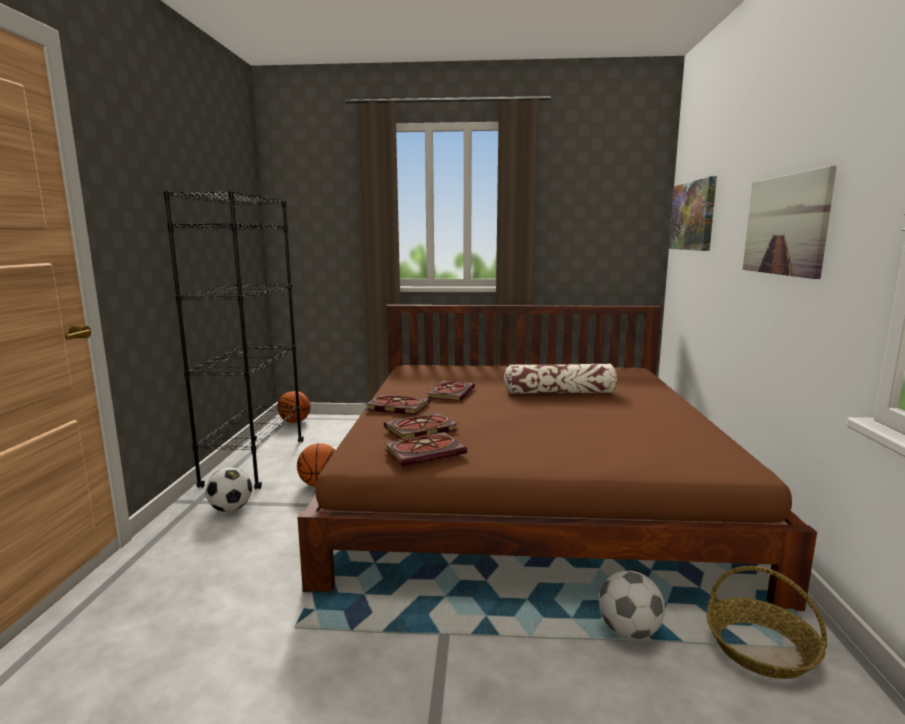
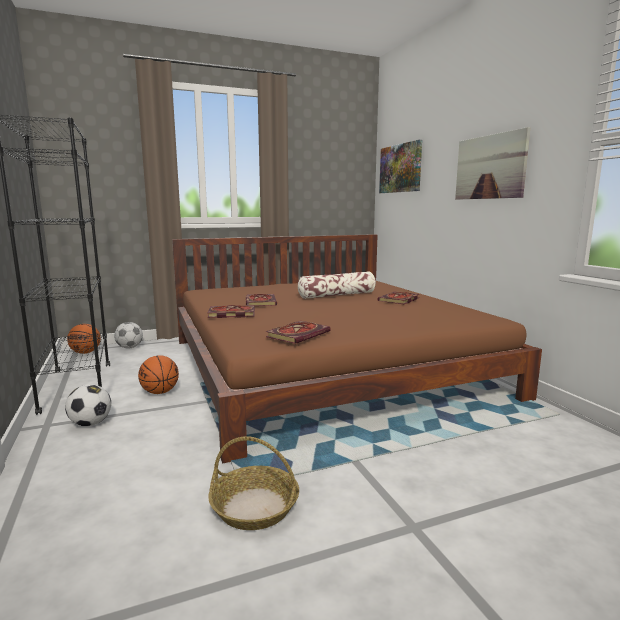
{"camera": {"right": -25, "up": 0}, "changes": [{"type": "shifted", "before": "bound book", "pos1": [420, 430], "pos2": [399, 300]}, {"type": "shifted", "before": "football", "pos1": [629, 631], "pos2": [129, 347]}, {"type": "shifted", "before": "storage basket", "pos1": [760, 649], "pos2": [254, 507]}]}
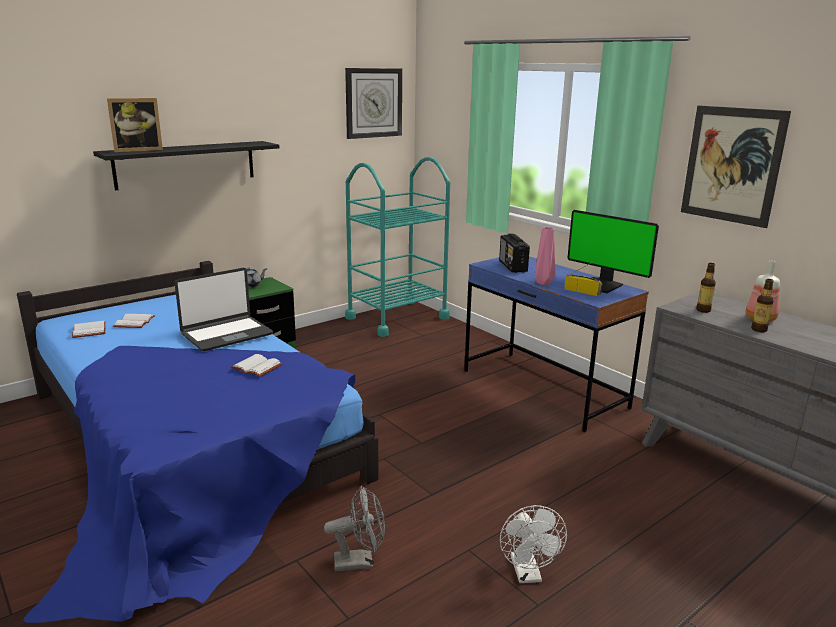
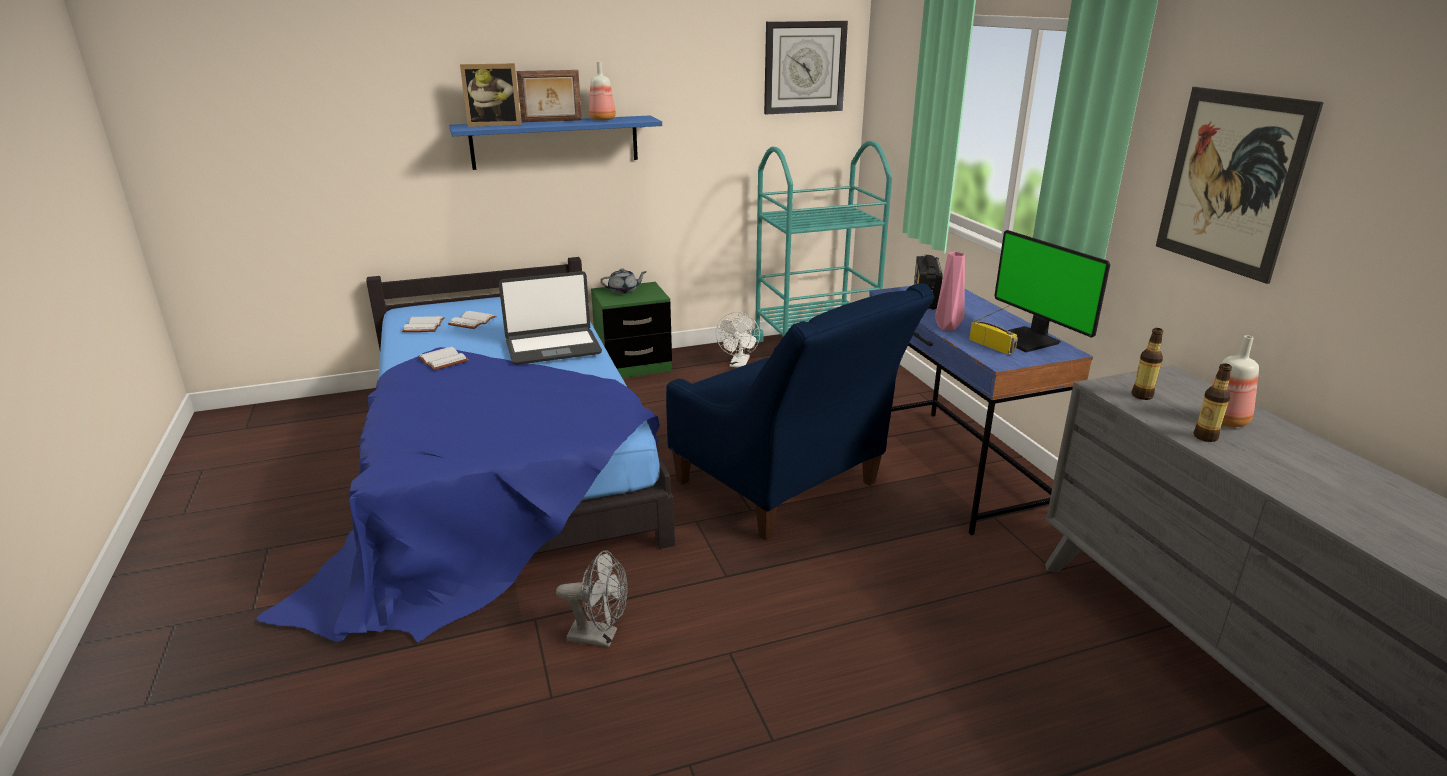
{"camera": {"right": 20, "up": 5}, "changes": [{"type": "repainted", "before": "black-coloured shelf", "after": "blue-coloured shelf", "pos1": [186, 164], "pos2": [555, 142]}, {"type": "shifted", "before": "white bound book", "pos1": [255, 367], "pos2": [441, 360]}, {"type": "shifted", "before": "white cooling fan", "pos1": [528, 574], "pos2": [739, 364]}, {"type": "new", "after": "standing frame", "pos2": [552, 121]}, {"type": "new", "after": "drink bottle", "pos2": [602, 119]}, {"type": "new", "after": "blue-coloured easy chair", "pos2": [786, 489]}]}
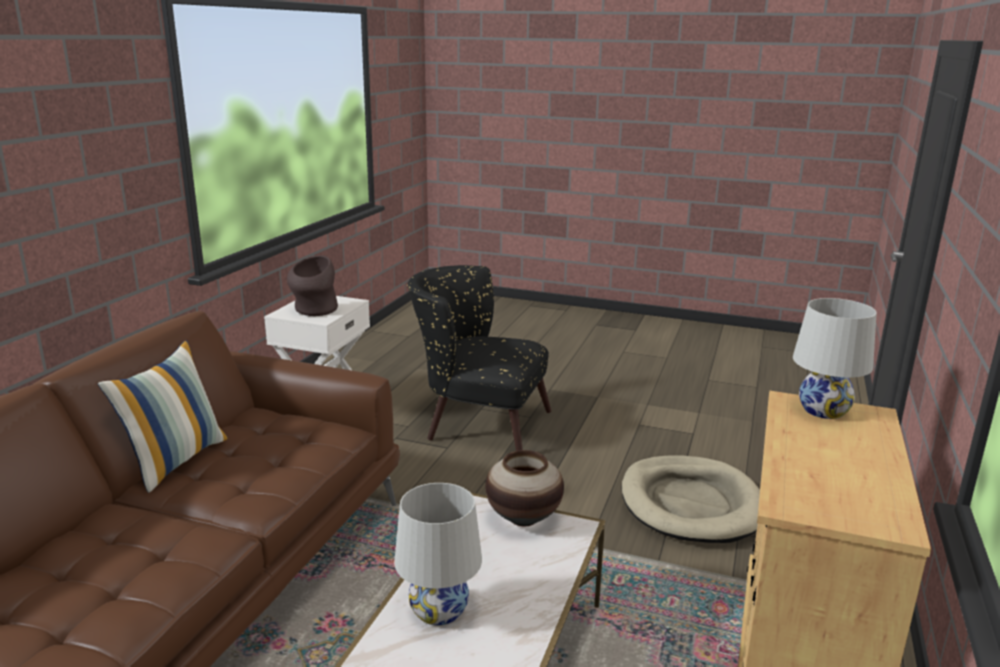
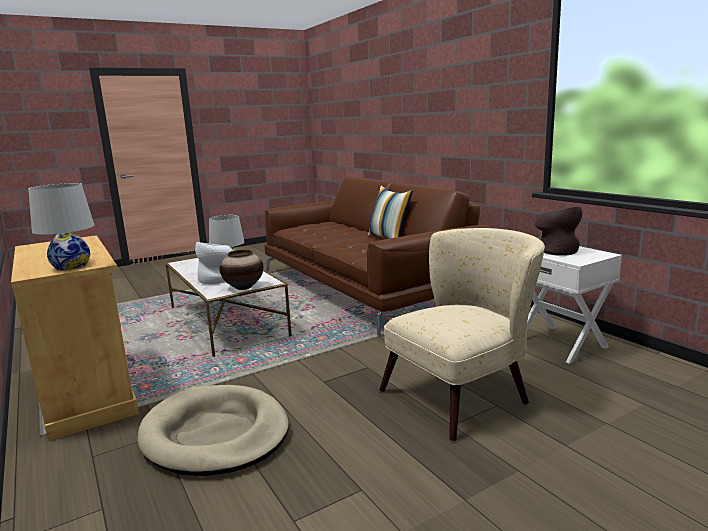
{"camera": {"right": 130, "up": -5}, "changes": [{"type": "repainted", "before": "black-coloured easy chair", "after": "sand-coloured easy chair", "pos1": [477, 423], "pos2": [465, 393]}, {"type": "new", "after": "white vase", "pos2": [217, 279]}]}
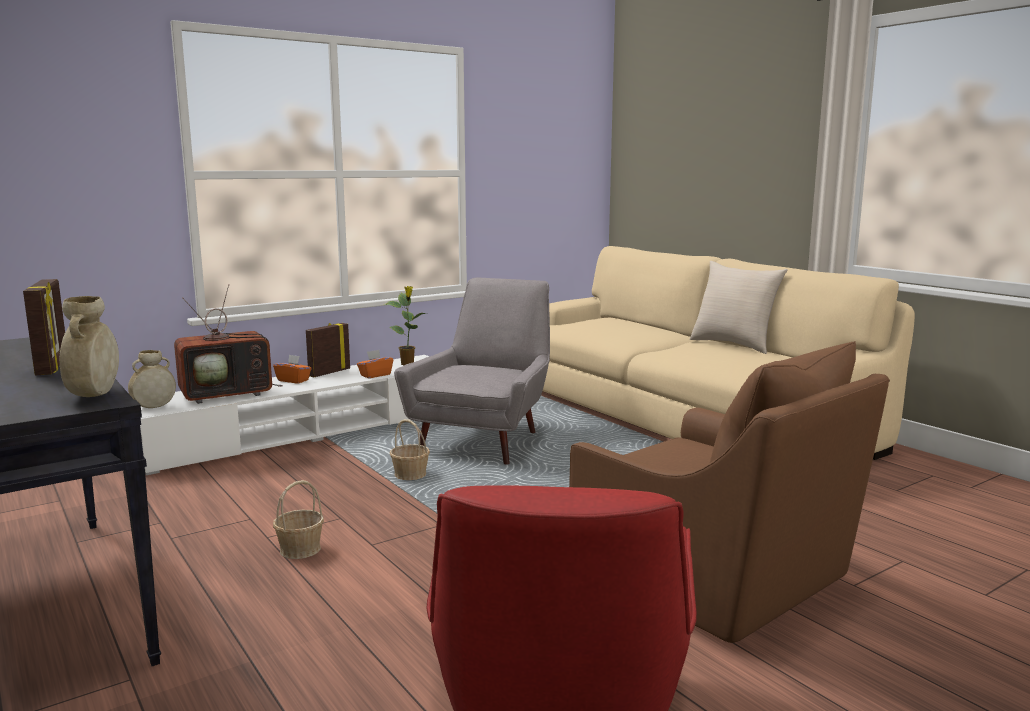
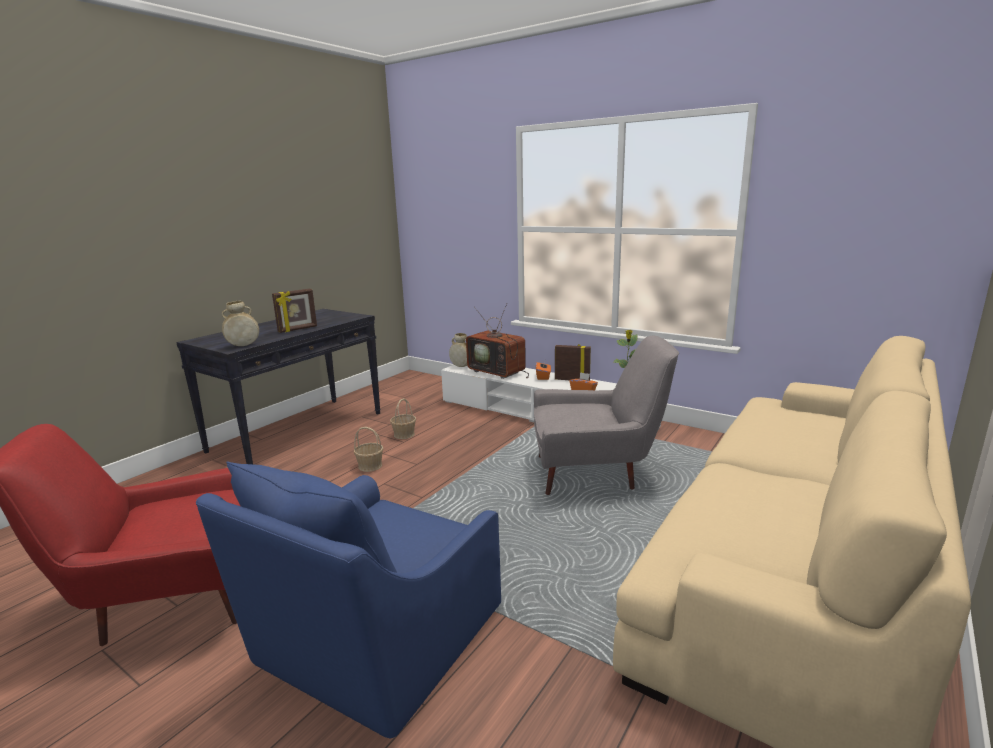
{"camera": {"right": 70, "up": 5}, "changes": [{"type": "shifted", "before": "storage basket", "pos1": [410, 475], "pos2": [404, 434]}, {"type": "repainted", "before": "brownish easy chair", "after": "blue-coloured easy chair", "pos1": [715, 577], "pos2": [374, 642]}, {"type": "gone", "before": "sand-coloured pillow", "pos1": [734, 344]}]}
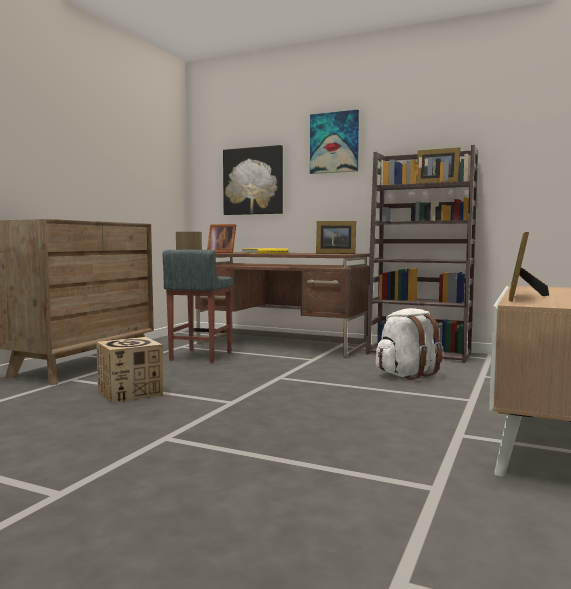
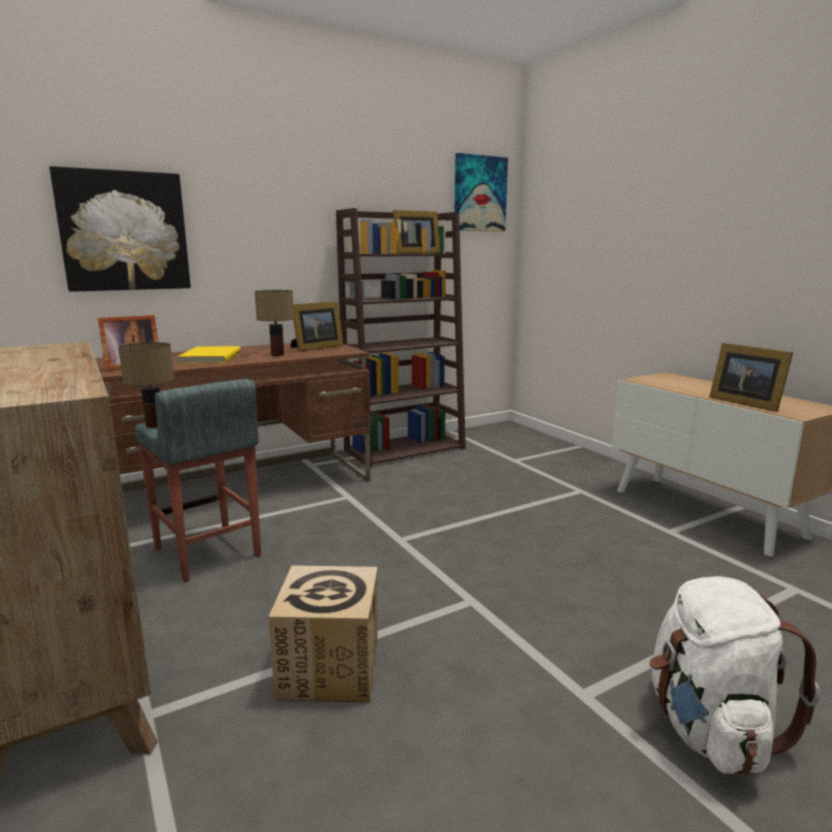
{"camera": {"right": -55, "up": 10}, "changes": [{"type": "shifted", "before": "picture", "pos1": [334, 143], "pos2": [479, 194]}, {"type": "shifted", "before": "white backpack", "pos1": [407, 374], "pos2": [709, 729]}, {"type": "new", "after": "table lamp", "pos2": [278, 354]}]}
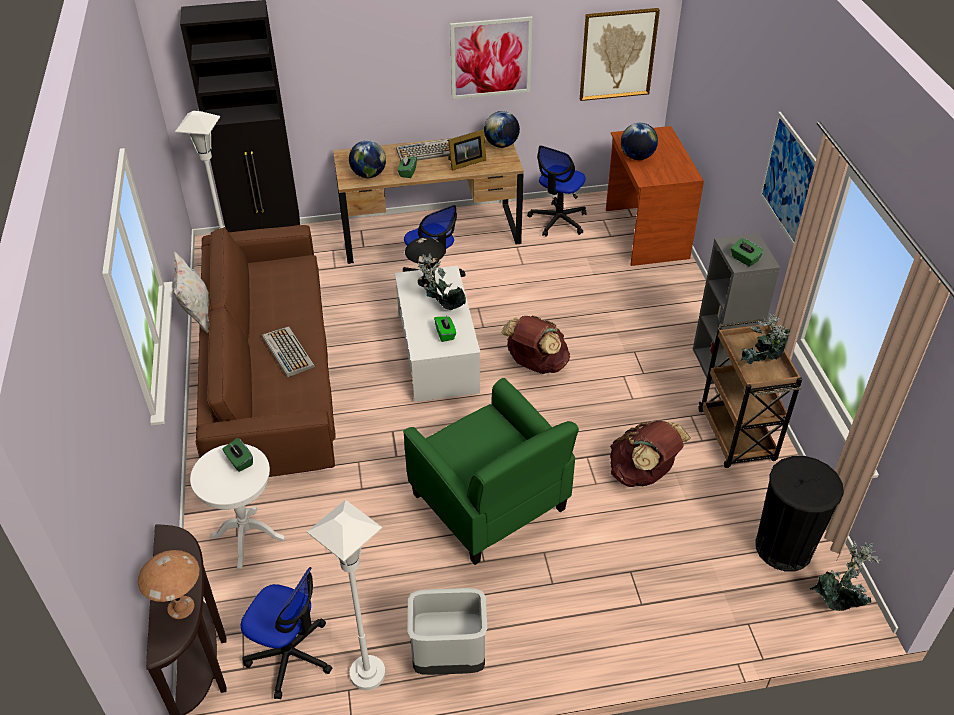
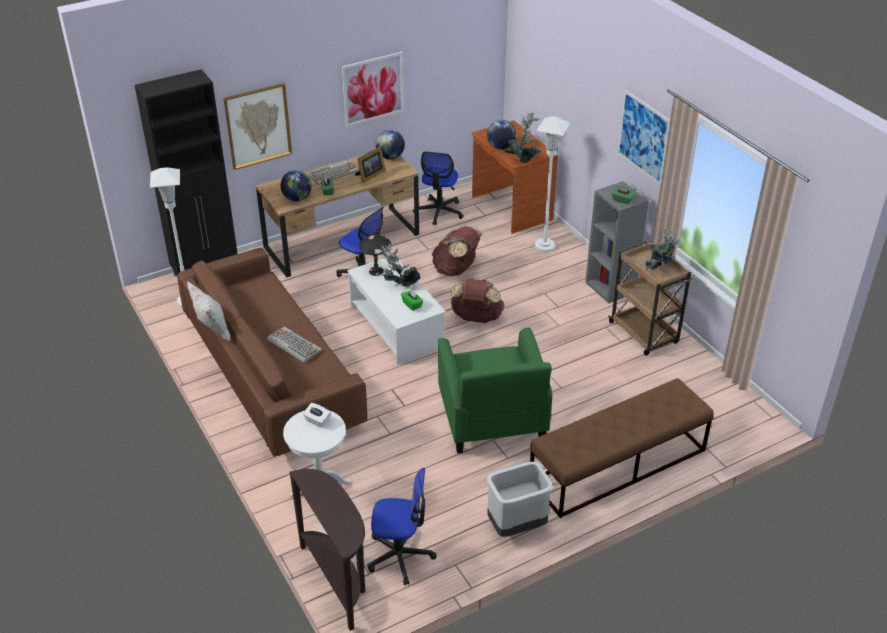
{"camera": {"right": -20, "up": -5}, "changes": [{"type": "gone", "before": "brownish table lamp", "pos1": [181, 607]}, {"type": "repainted", "before": "green-coloured tissue box", "after": "white tissue box", "pos1": [239, 461], "pos2": [317, 421]}, {"type": "shifted", "before": "white floor lamp", "pos1": [368, 674], "pos2": [544, 246]}, {"type": "rotated", "before": "green-coloured easy chair", "pos1": [490, 503], "pos2": [492, 419], "turn": 45}, {"type": "shifted", "before": "picture", "pos1": [617, 54], "pos2": [258, 125]}, {"type": "shifted", "before": "brownish backpack", "pos1": [642, 474], "pos2": [456, 270]}, {"type": "gone", "before": "black-coloured rubbish bin", "pos1": [783, 548]}, {"type": "shifted", "before": "potted plant", "pos1": [837, 602], "pos2": [523, 160]}, {"type": "new", "after": "brownish long seat", "pos2": [617, 466]}]}
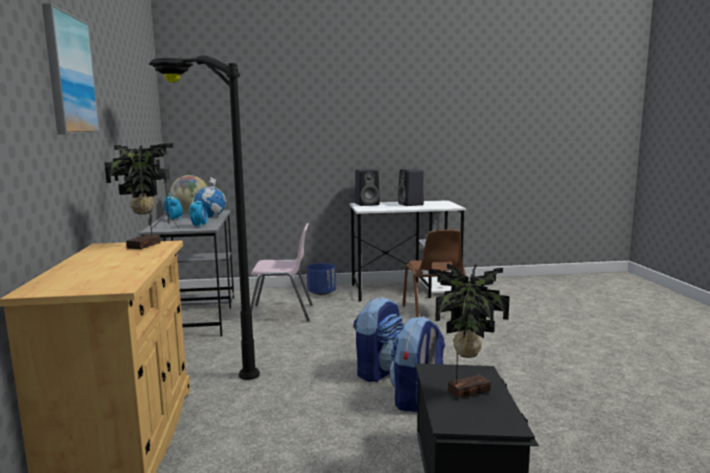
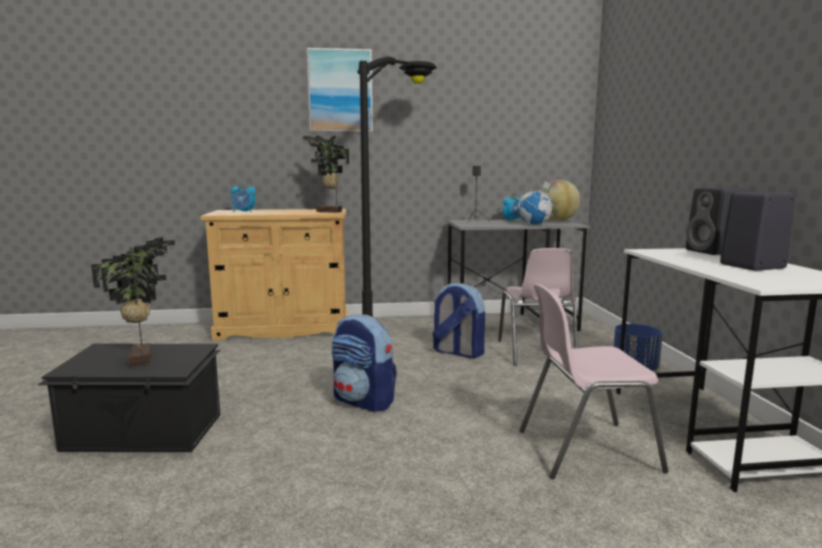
{"camera": {"right": 90, "up": 0}, "changes": [{"type": "shifted", "before": "alarm clock", "pos1": [199, 226], "pos2": [244, 212]}, {"type": "shifted", "before": "backpack", "pos1": [417, 399], "pos2": [457, 352]}, {"type": "repainted", "before": "brownish upright chair", "after": "pinkish upright chair", "pos1": [434, 314], "pos2": [585, 449]}]}
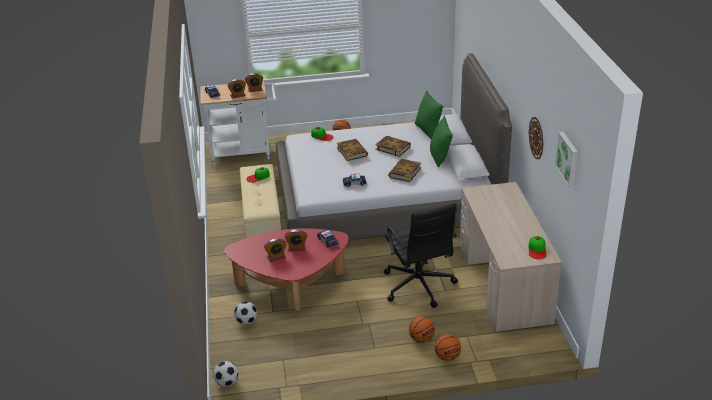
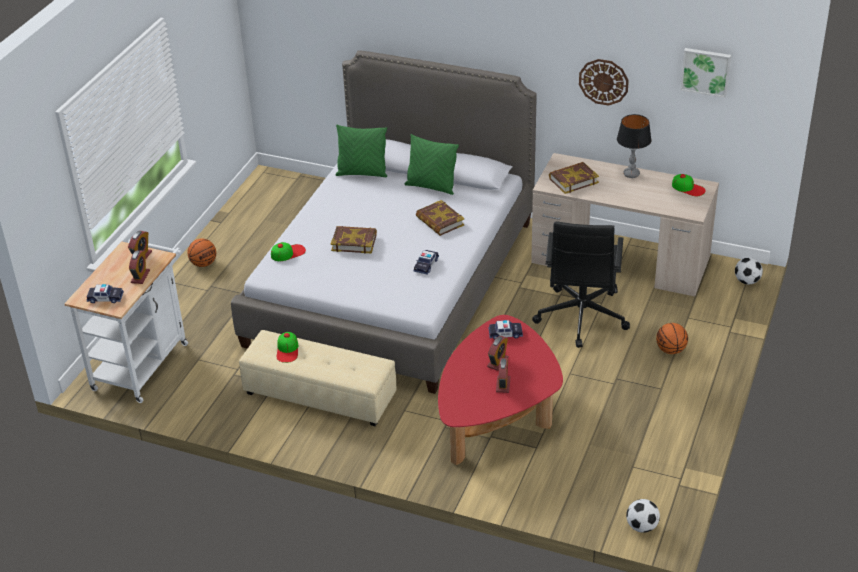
{"camera": {"right": -60, "up": 5}, "changes": [{"type": "shifted", "before": "football", "pos1": [246, 321], "pos2": [747, 281]}, {"type": "shifted", "before": "bound book", "pos1": [393, 148], "pos2": [573, 180]}, {"type": "rotated", "before": "black-coloured computer chair", "pos1": [419, 287], "pos2": [581, 318], "turn": 90}, {"type": "gone", "before": "ball for basketball", "pos1": [447, 357]}, {"type": "new", "after": "table lamp", "pos2": [631, 174]}]}
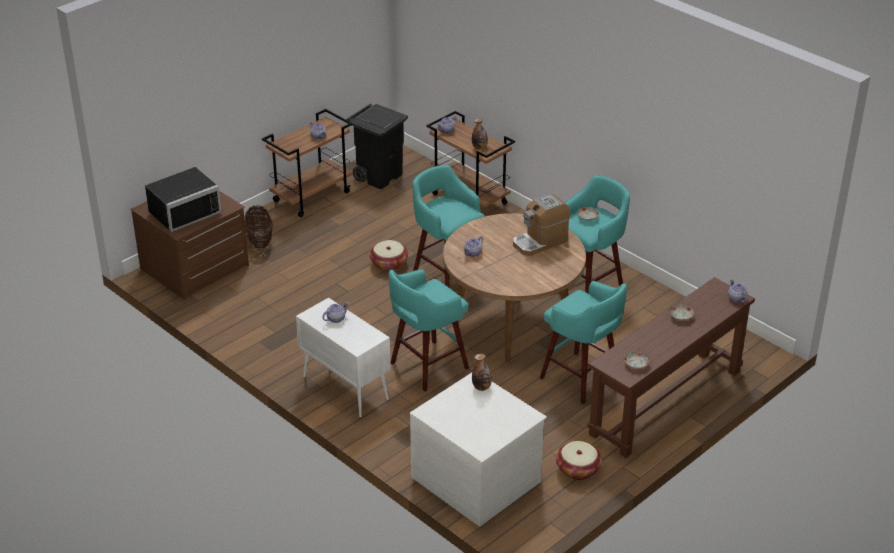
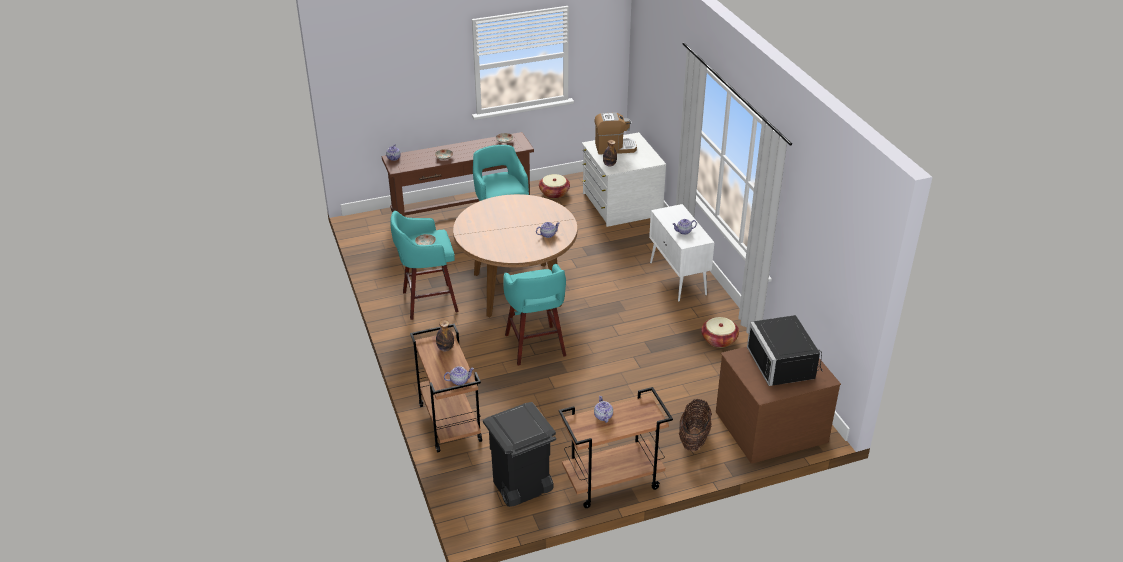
{"camera": {"right": -155, "up": 0}, "changes": [{"type": "rotated", "before": "black-coloured microwave oven", "pos1": [183, 211], "pos2": [785, 364], "turn": -90}, {"type": "shifted", "before": "storage basket", "pos1": [389, 264], "pos2": [719, 340]}, {"type": "gone", "before": "turquoise-coloured stool seat", "pos1": [427, 367]}, {"type": "shifted", "before": "coffee maker", "pos1": [540, 242], "pos2": [614, 148]}]}
